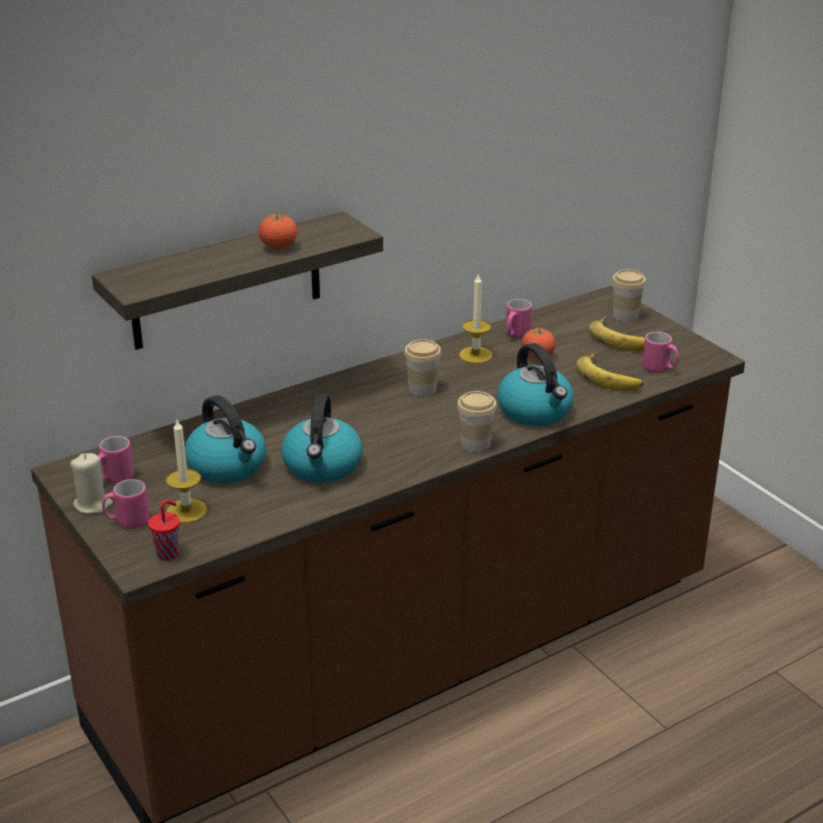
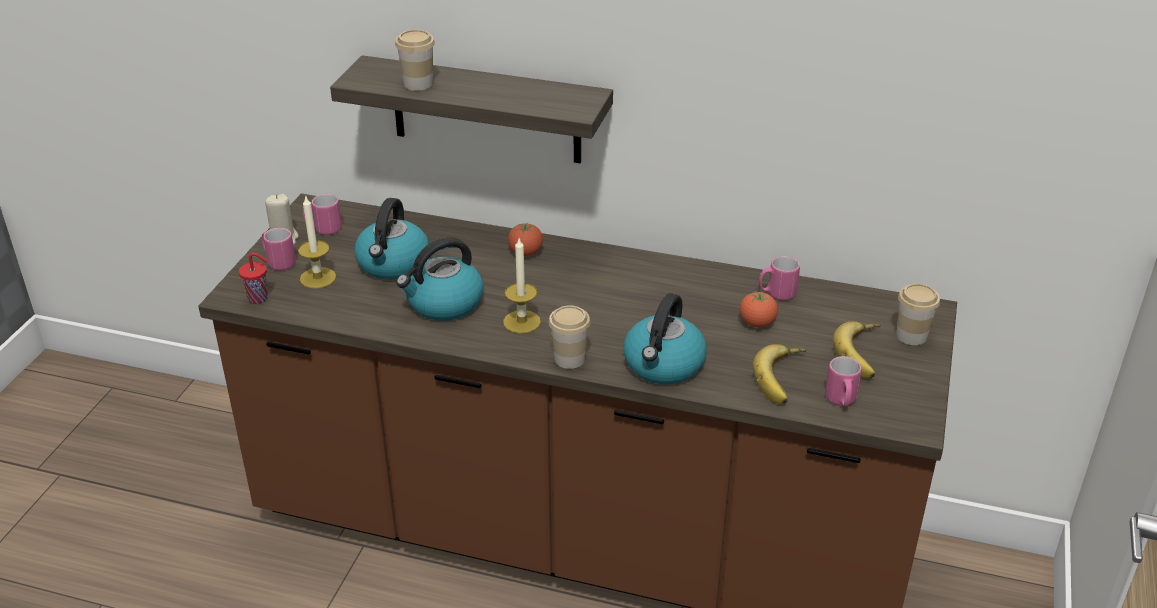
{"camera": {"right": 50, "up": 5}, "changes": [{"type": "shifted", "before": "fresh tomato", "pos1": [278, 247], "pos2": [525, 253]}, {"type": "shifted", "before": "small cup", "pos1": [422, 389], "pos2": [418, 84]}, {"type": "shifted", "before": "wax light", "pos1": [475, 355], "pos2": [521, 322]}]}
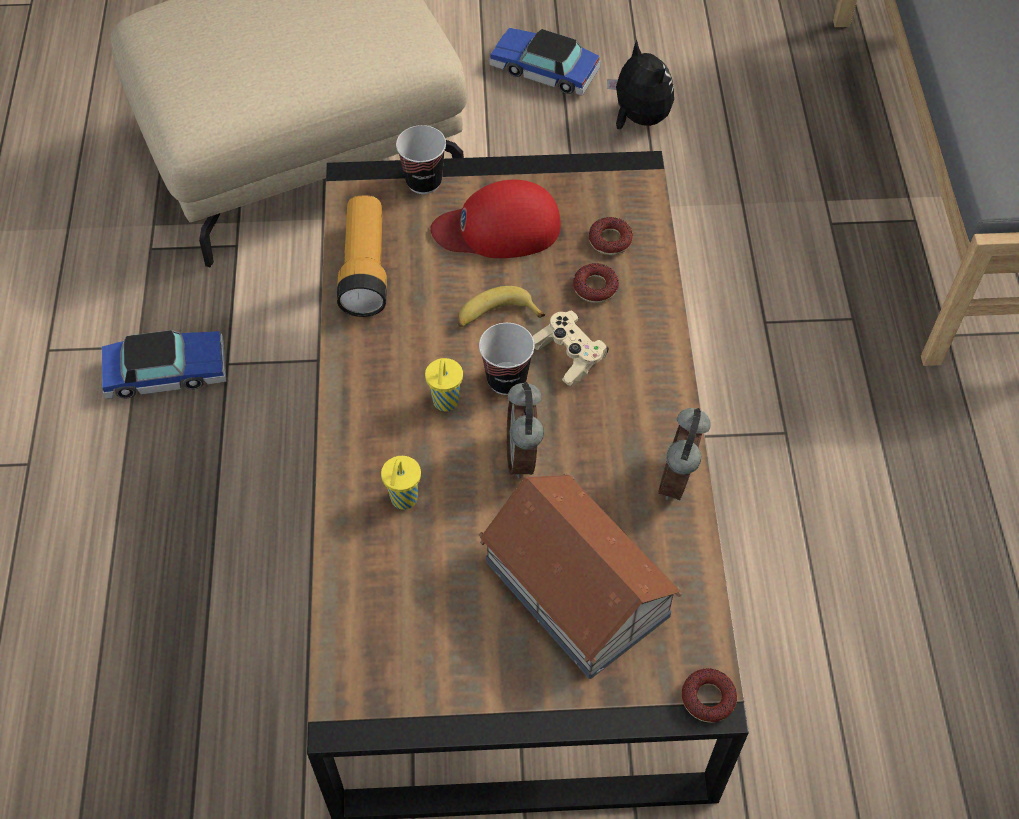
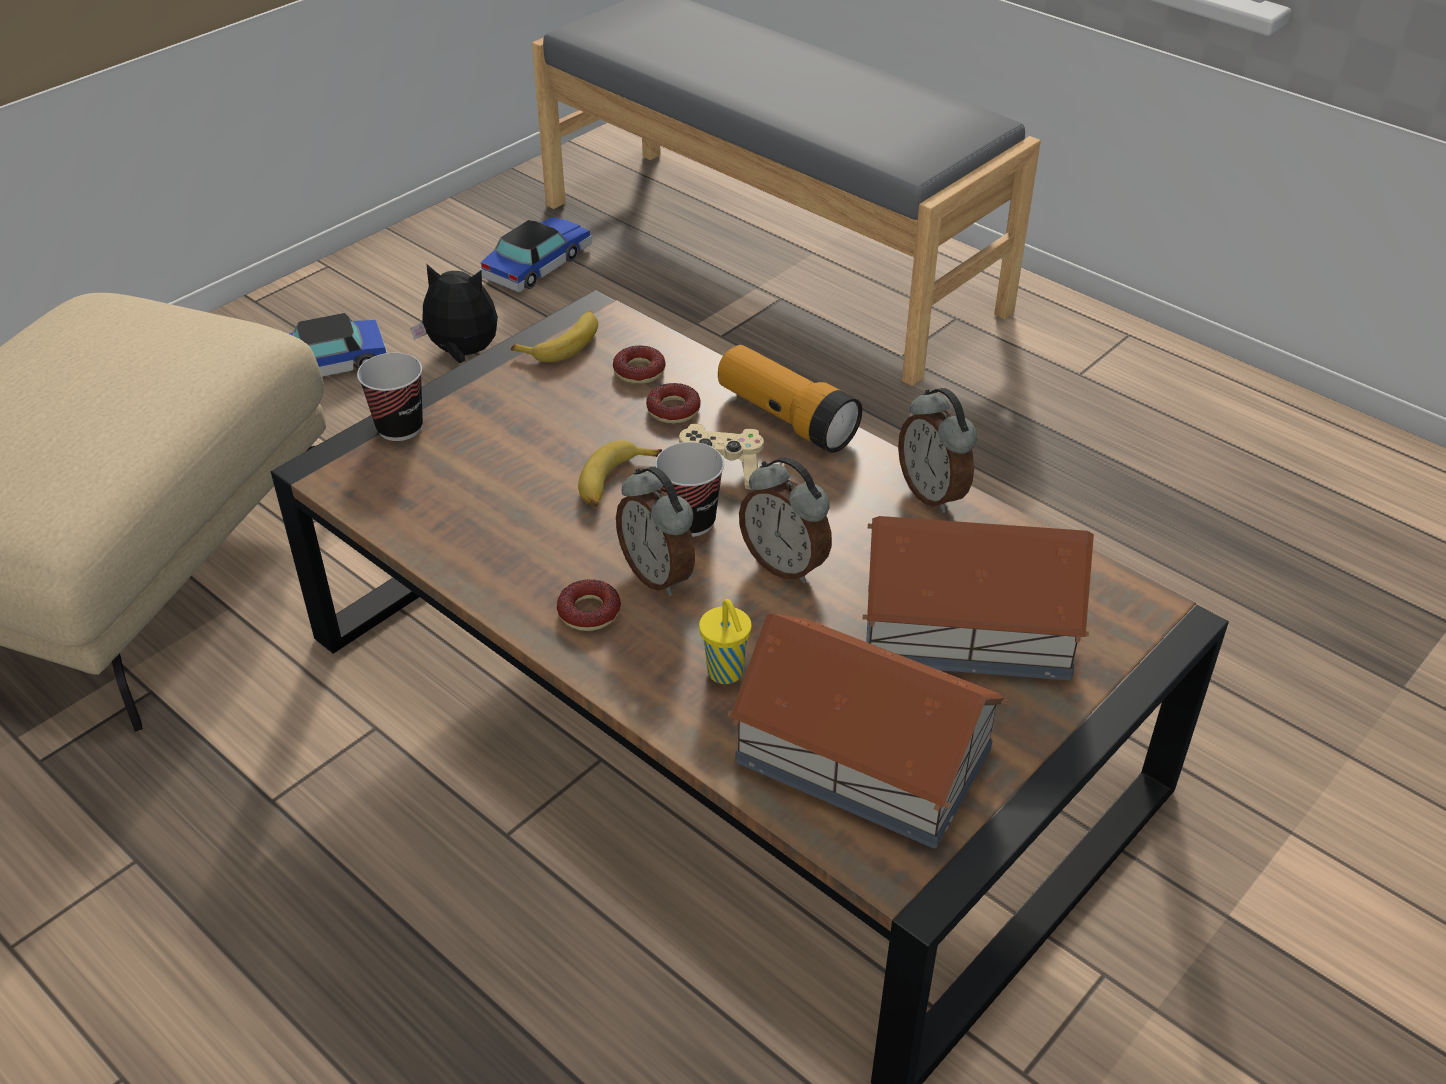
{"camera": {"right": -45, "up": -15}, "changes": [{"type": "shifted", "before": "toy car", "pos1": [166, 372], "pos2": [537, 264]}, {"type": "shifted", "before": "hand torch", "pos1": [365, 269], "pos2": [786, 418]}, {"type": "swapped", "before": "yellowish small cup", "after": "alarm clock", "pos1": [445, 403], "pos2": [659, 574]}, {"type": "gone", "before": "reddish baseball cap", "pos1": [498, 228]}, {"type": "shifted", "before": "ring doughnut", "pos1": [708, 698], "pos2": [589, 612]}, {"type": "new", "after": "whole banana", "pos2": [563, 343]}, {"type": "new", "after": "miniature house", "pos2": [861, 753]}]}
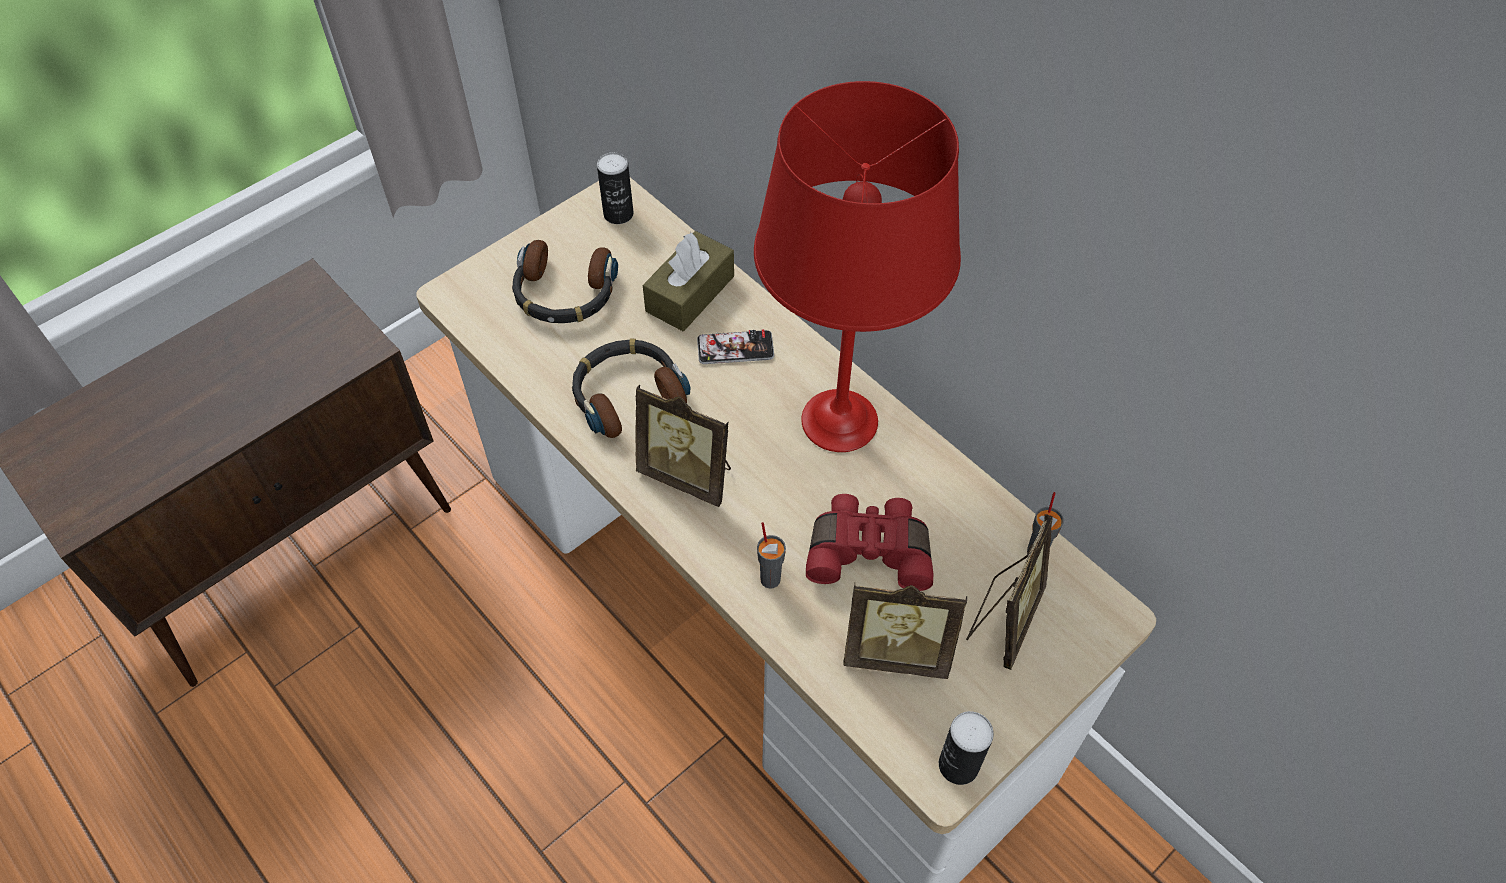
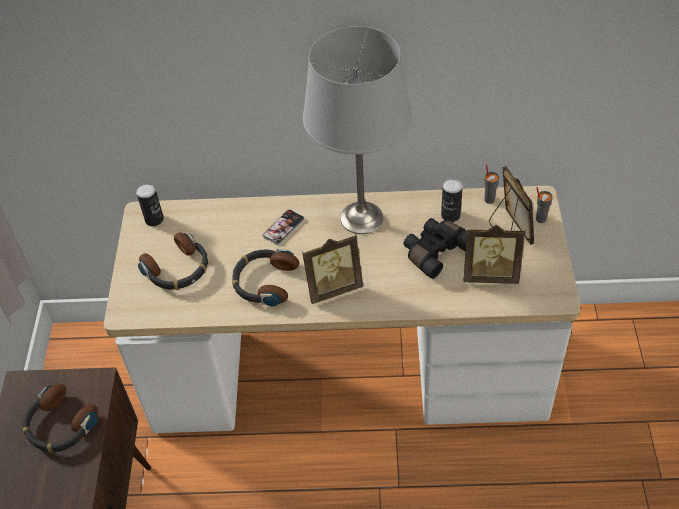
{"camera": {"right": -45, "up": -5}, "changes": [{"type": "gone", "before": "brownish tissue box", "pos1": [690, 293]}, {"type": "repainted", "before": "reddish table lamp", "after": "gray table lamp", "pos1": [839, 419], "pos2": [361, 217]}, {"type": "shifted", "before": "gray small cup", "pos1": [770, 578], "pos2": [540, 219]}, {"type": "repainted", "before": "reddish binoculars", "after": "black-coloured binoculars", "pos1": [869, 550], "pos2": [435, 251]}, {"type": "rotated", "before": "standing frame", "pos1": [896, 651], "pos2": [490, 274], "turn": 45}, {"type": "shifted", "before": "can", "pos1": [958, 765], "pos2": [450, 215]}, {"type": "new", "after": "headphones", "pos2": [60, 425]}]}
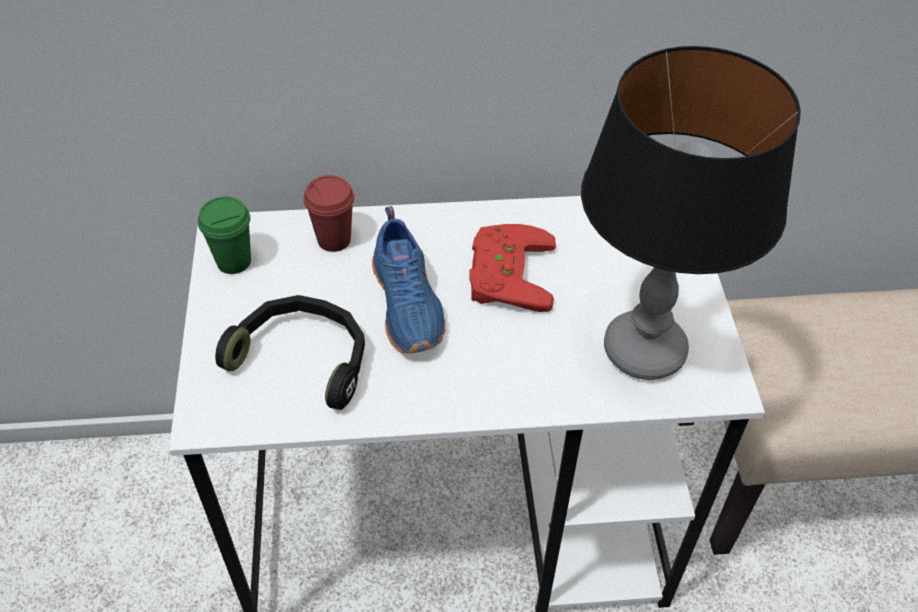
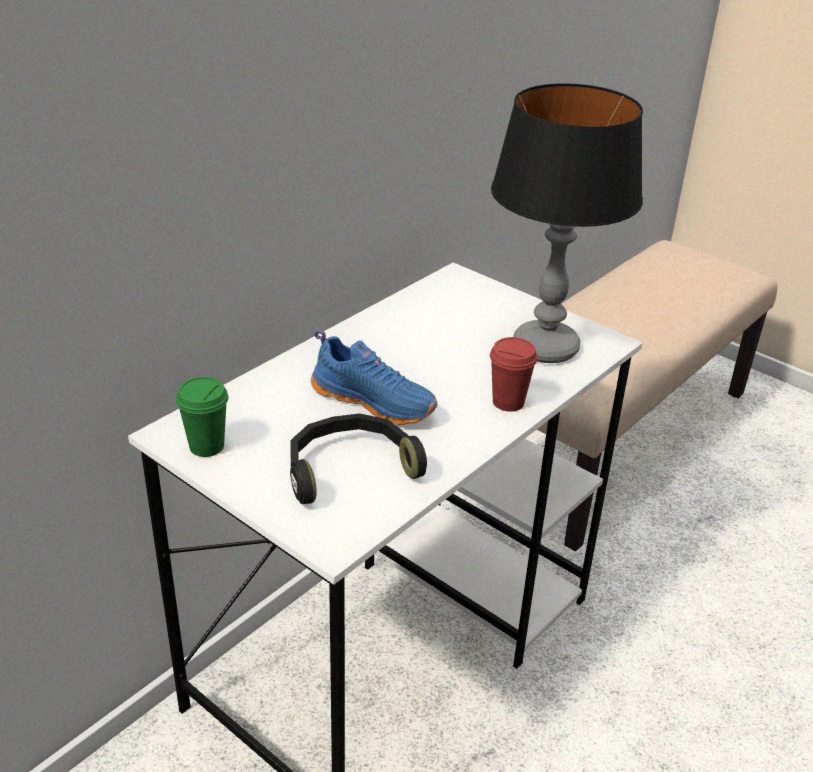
{"camera": {"right": -45, "up": -15}, "changes": [{"type": "shifted", "before": "reddish small cup", "pos1": [334, 240], "pos2": [508, 402]}, {"type": "gone", "before": "reddish gamepad", "pos1": [504, 273]}]}
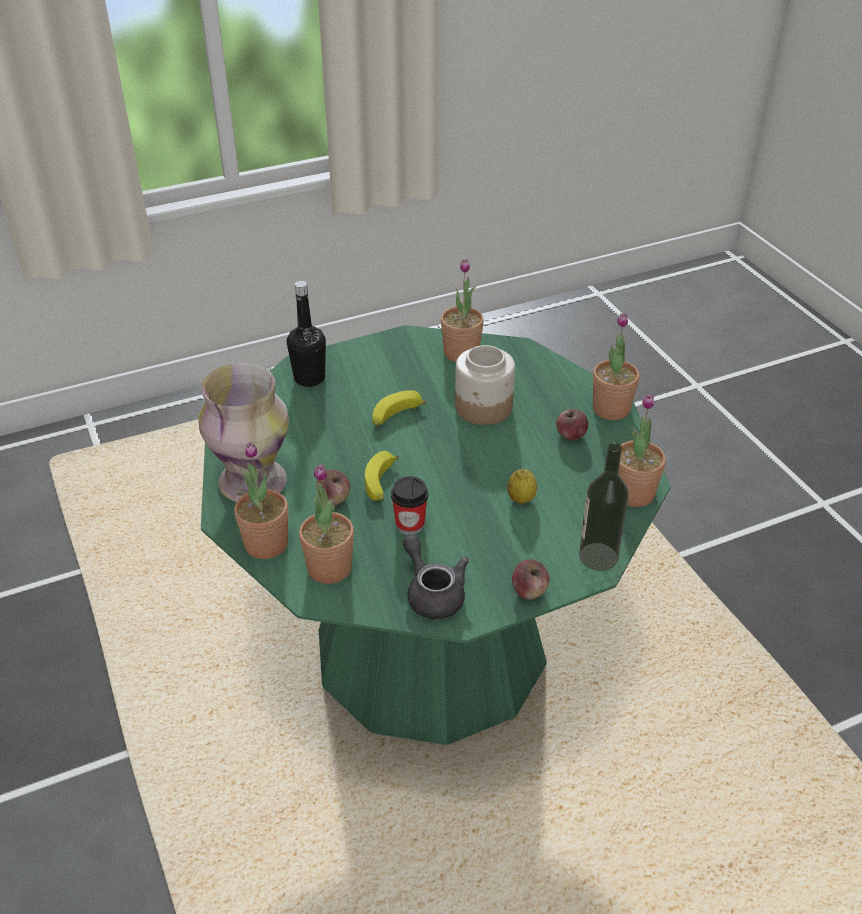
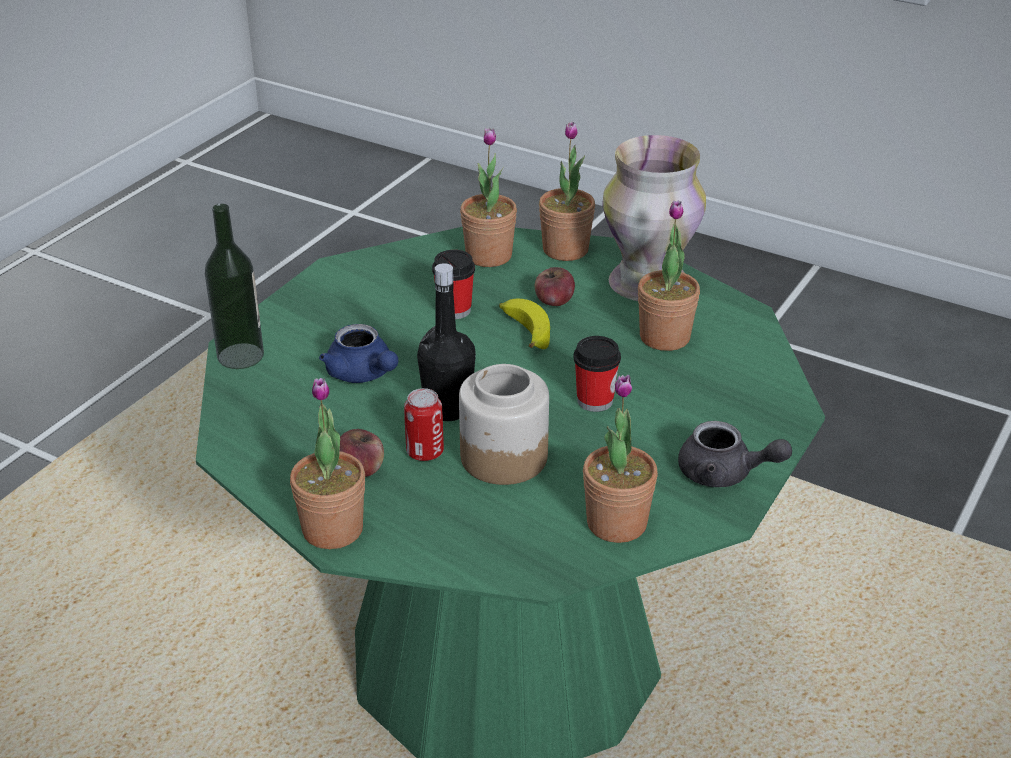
{"camera": {"right": 145, "up": -5}, "changes": [{"type": "shifted", "before": "black-coloured drink bottle", "pos1": [309, 378], "pos2": [448, 408]}, {"type": "swapped", "before": "whole banana", "after": "small cup", "pos1": [395, 416], "pos2": [595, 401]}, {"type": "shifted", "before": "gray tea pot", "pos1": [432, 593], "pos2": [724, 474]}, {"type": "swapped", "before": "lemon", "after": "blue-coloured tea pot", "pos1": [521, 499], "pos2": [363, 375]}, {"type": "gone", "before": "apple fruit", "pos1": [529, 591]}, {"type": "shifted", "before": "potted plant", "pos1": [634, 493], "pos2": [664, 337]}, {"type": "new", "after": "can", "pos2": [425, 452]}]}
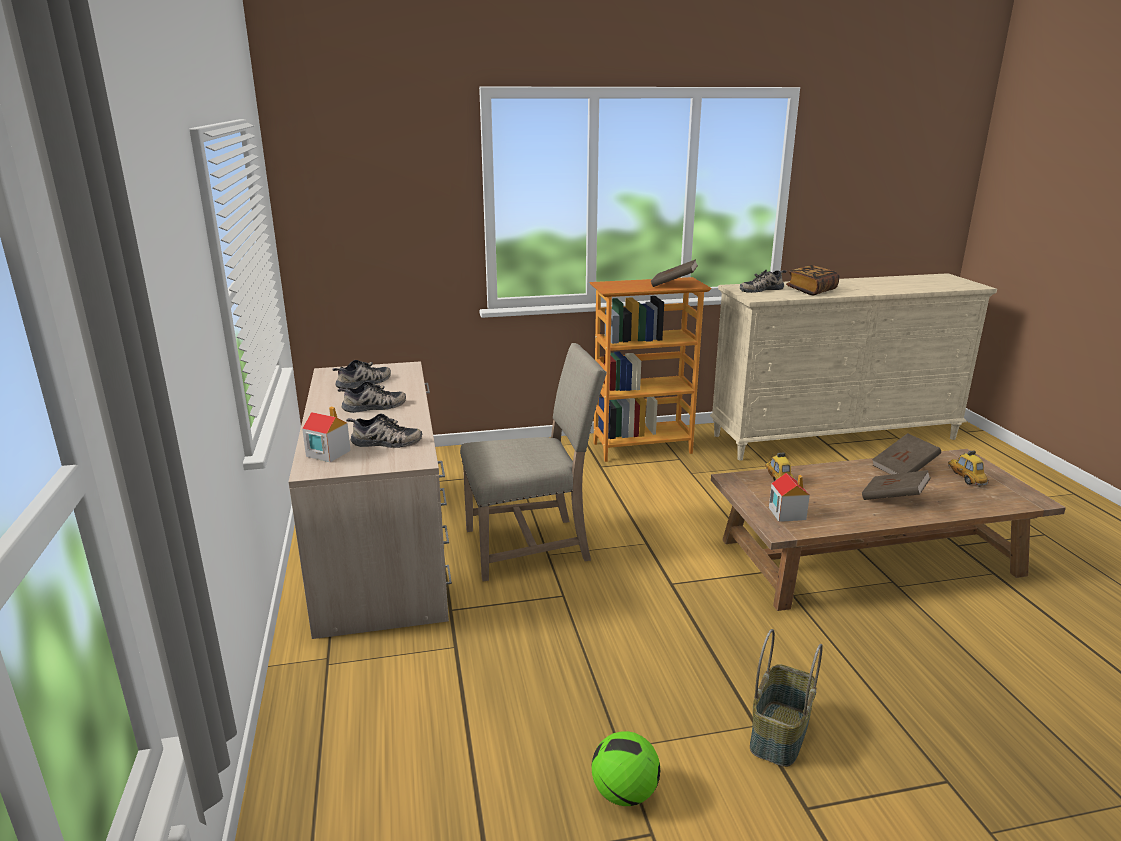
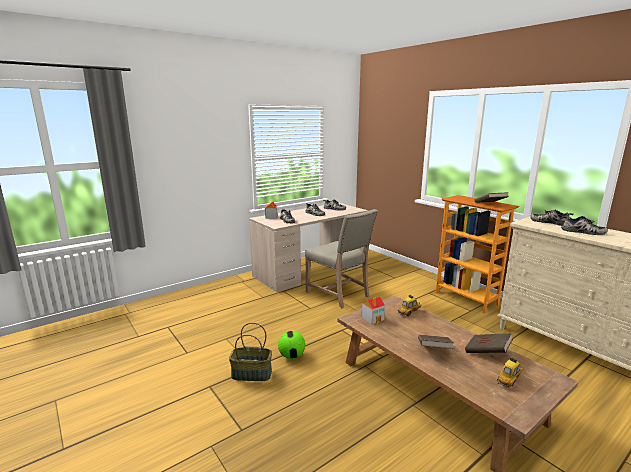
{"camera": {"right": 65, "up": -5}, "changes": [{"type": "shifted", "before": "football", "pos1": [624, 793], "pos2": [291, 356]}, {"type": "swapped", "before": "bound book", "after": "shoe", "pos1": [811, 290], "pos2": [582, 232]}]}
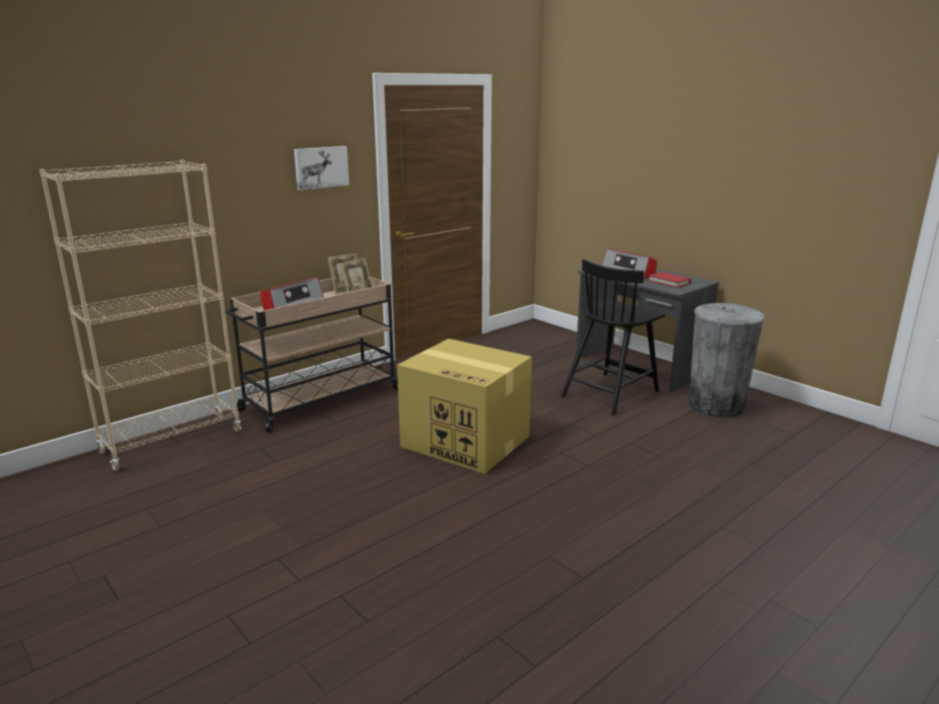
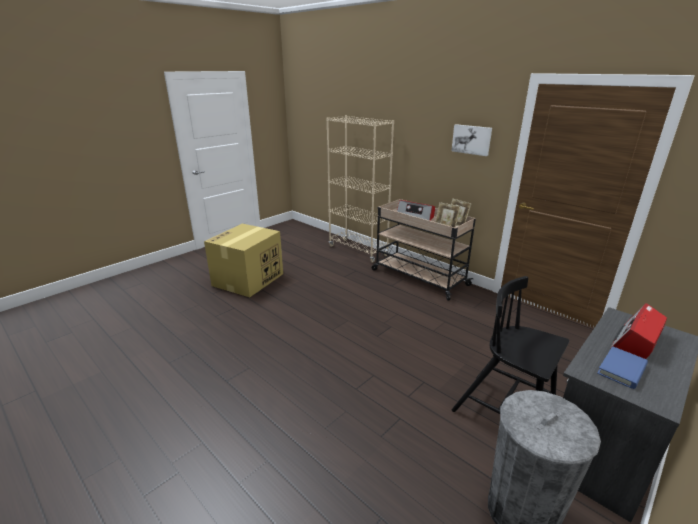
{"camera": {"right": 85, "up": 5}, "changes": [{"type": "shifted", "before": "packing box", "pos1": [467, 441], "pos2": [248, 280]}, {"type": "repainted", "before": "reddish bound book", "after": "blue-coloured bound book", "pos1": [669, 282], "pos2": [621, 369]}]}
